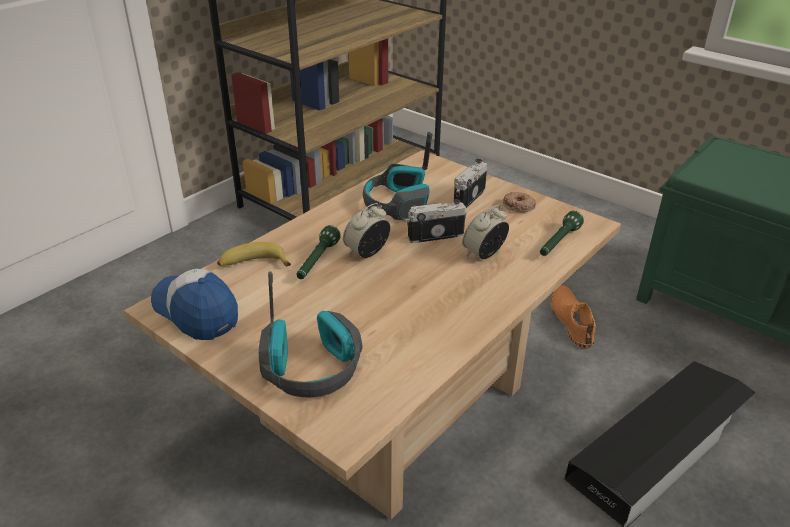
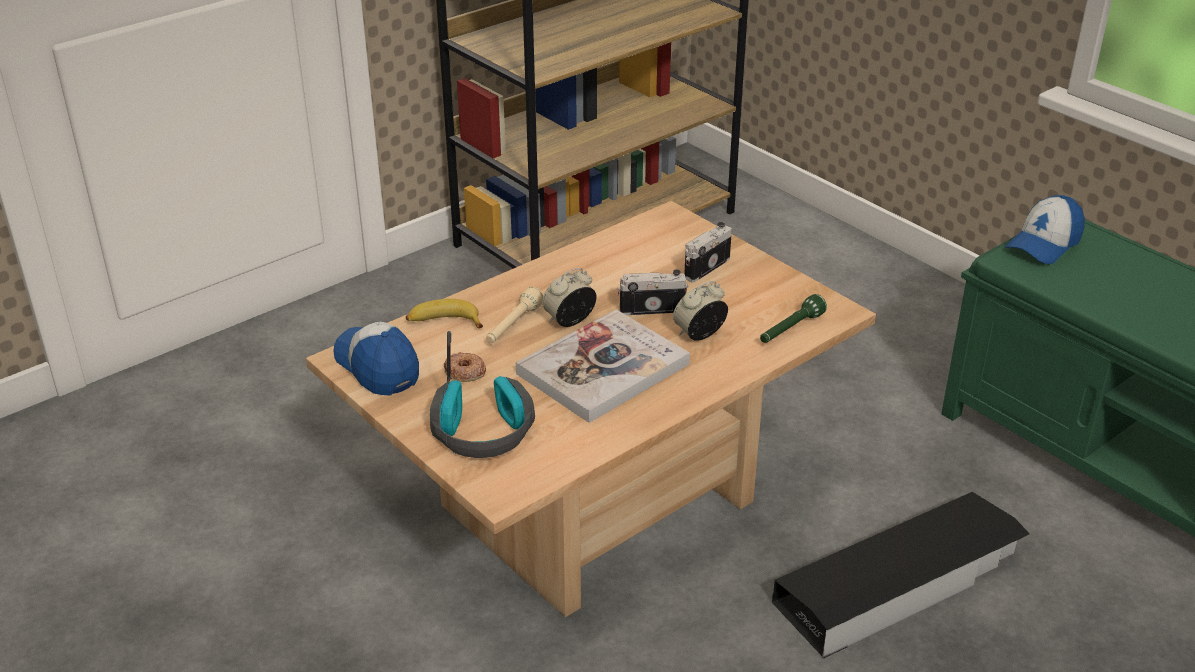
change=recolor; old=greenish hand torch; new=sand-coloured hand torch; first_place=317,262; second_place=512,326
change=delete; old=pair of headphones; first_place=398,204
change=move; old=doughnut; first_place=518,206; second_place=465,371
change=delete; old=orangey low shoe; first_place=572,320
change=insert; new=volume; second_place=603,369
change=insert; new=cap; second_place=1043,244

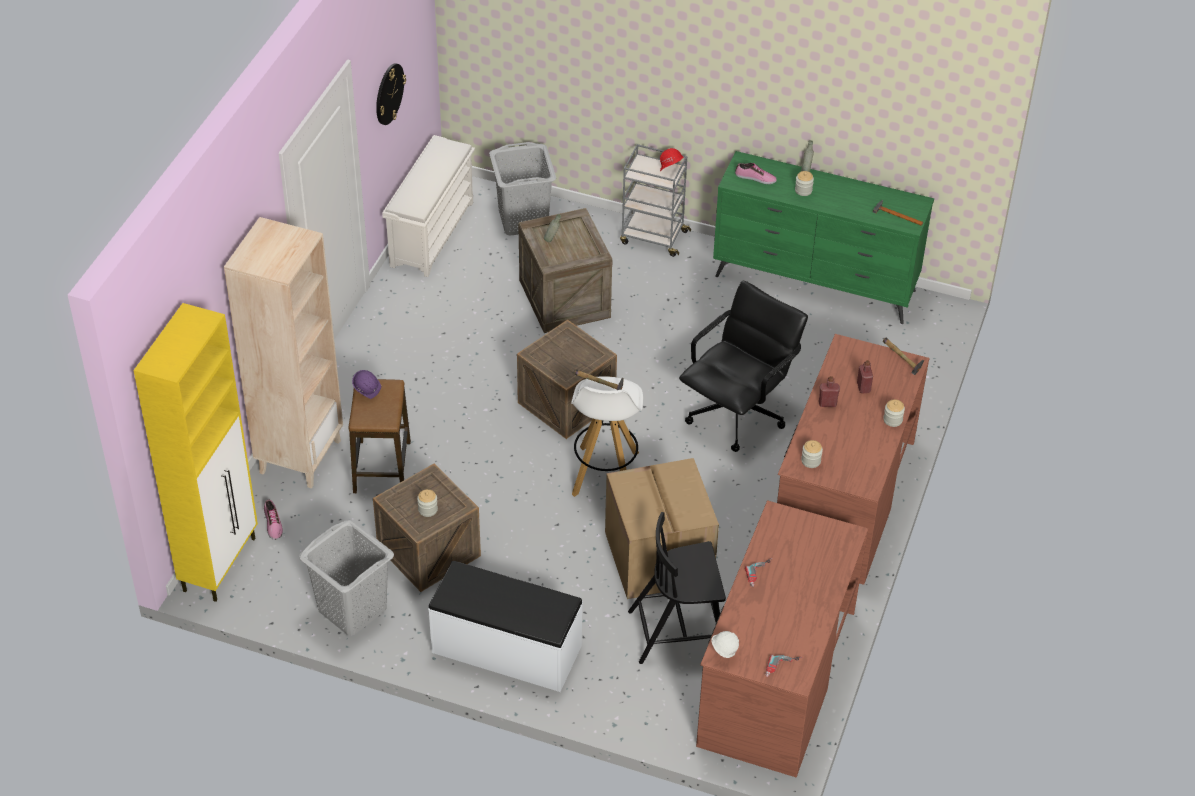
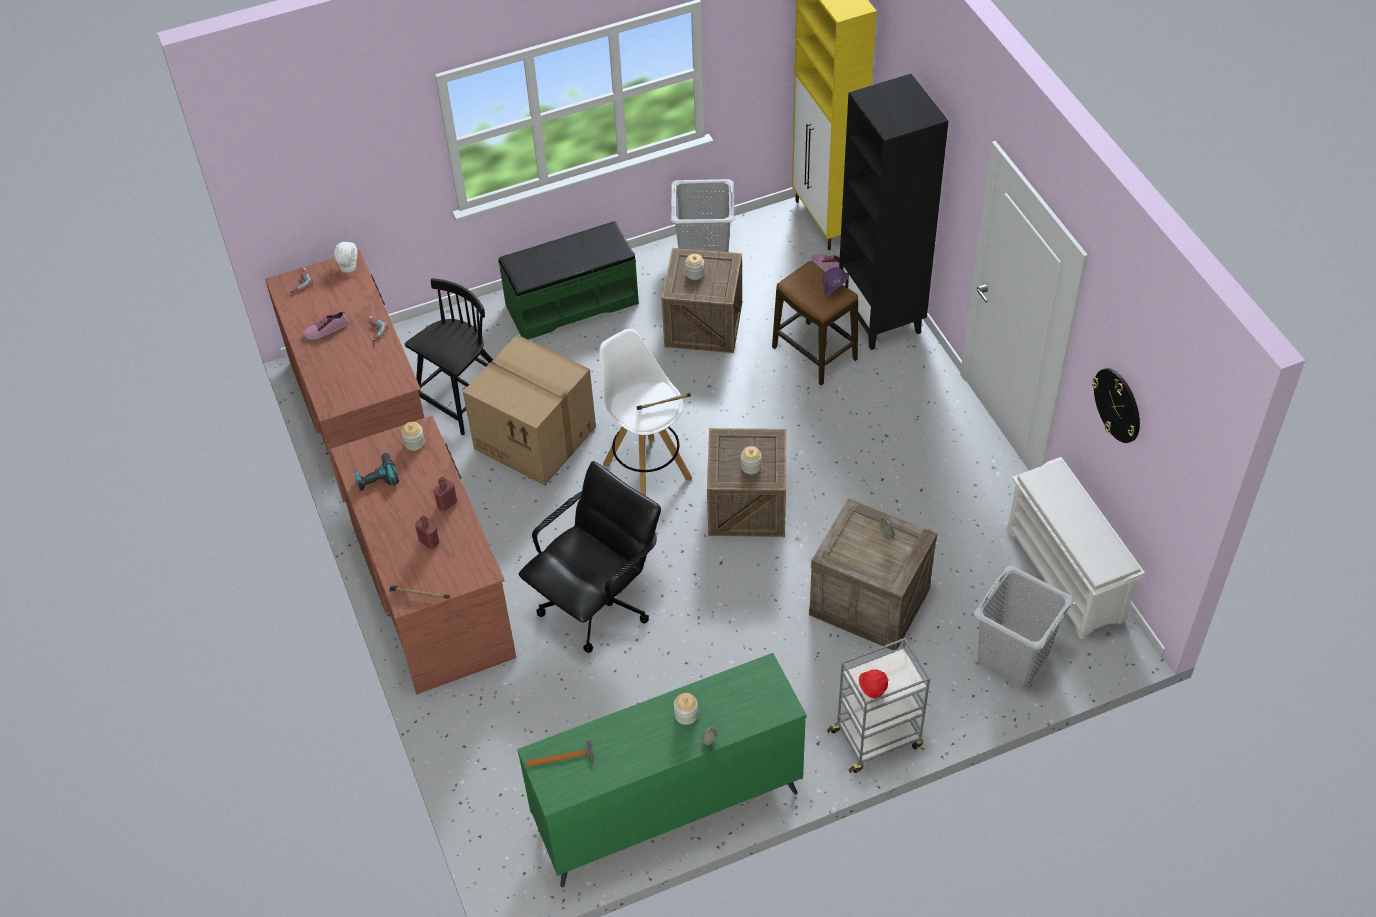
change=recolor; old=sand-coloured bookcase; new=blackish bookcase; first_place=300,456; second_place=881,319
change=recolor; old=whitish long seat; new=greenish long seat; first_place=506,650; second_place=571,303
change=rotate; old=blackish desk chair; first_place=737,414; second_place=597,604; degrees=-135
change=move; old=low shoe; first_place=755,178; second_place=326,329
change=move; old=jar; first_place=892,420; second_place=751,467
change=insert; new=electric drill; second_place=376,476

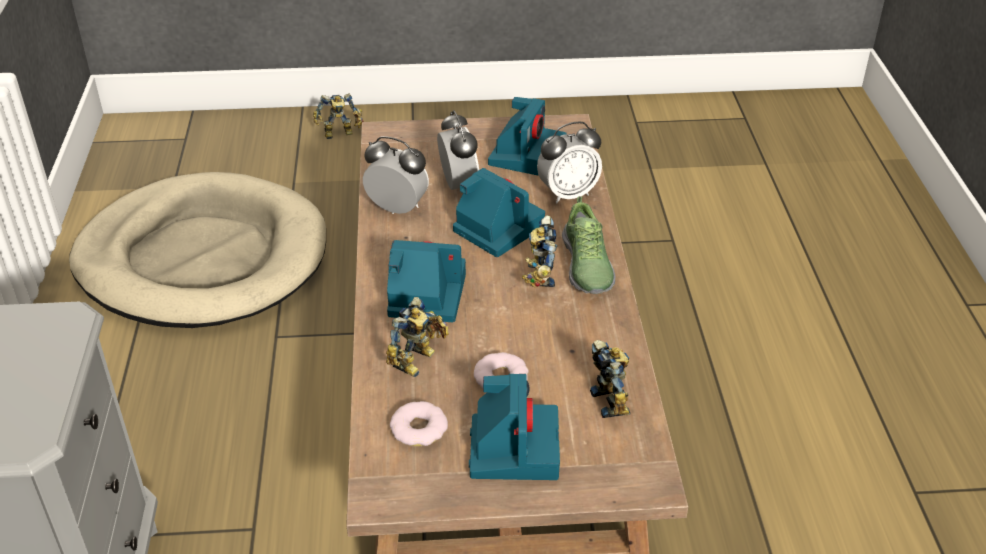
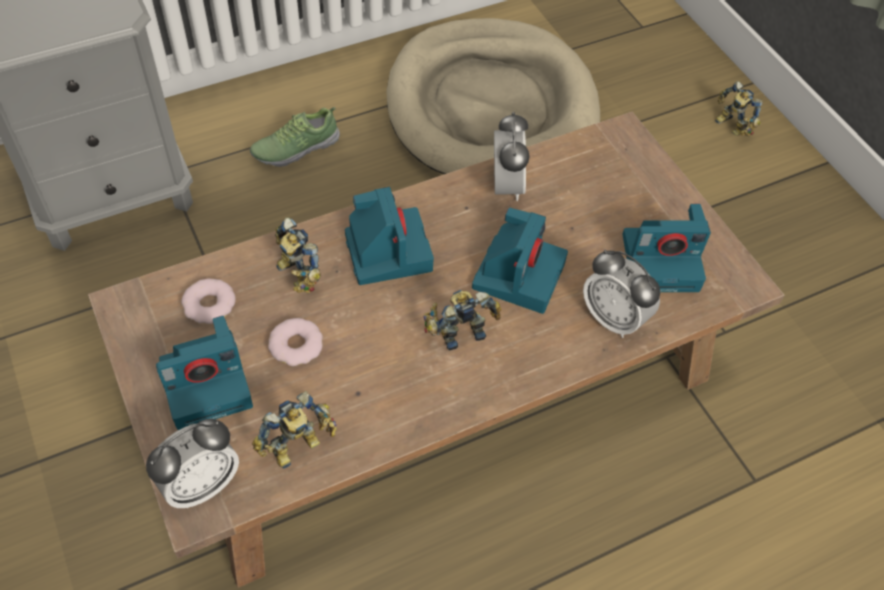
change=rotate; old=toy robot; first_place=418,360; second_place=295,275; degrees=45
change=move; old=table clock; first_place=459,185; second_place=201,484
change=move; old=low shoe; first_place=586,266; second_place=295,148

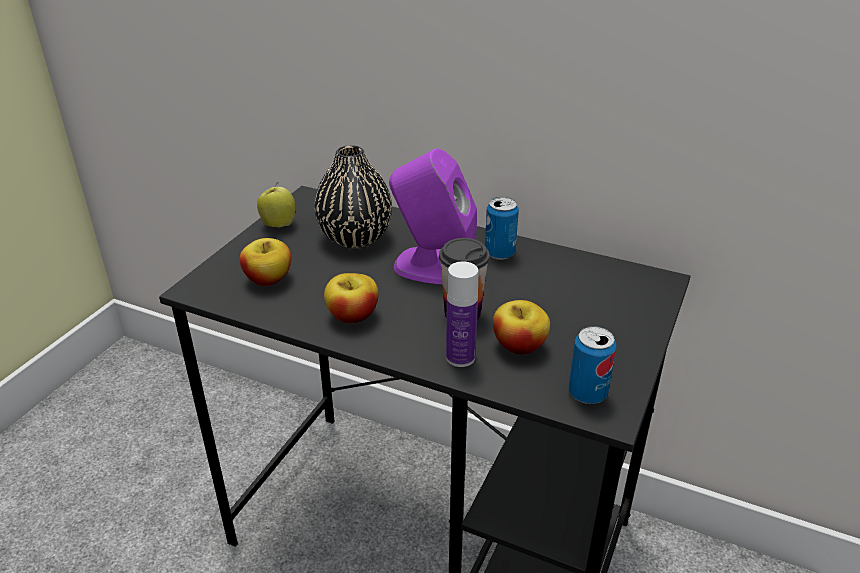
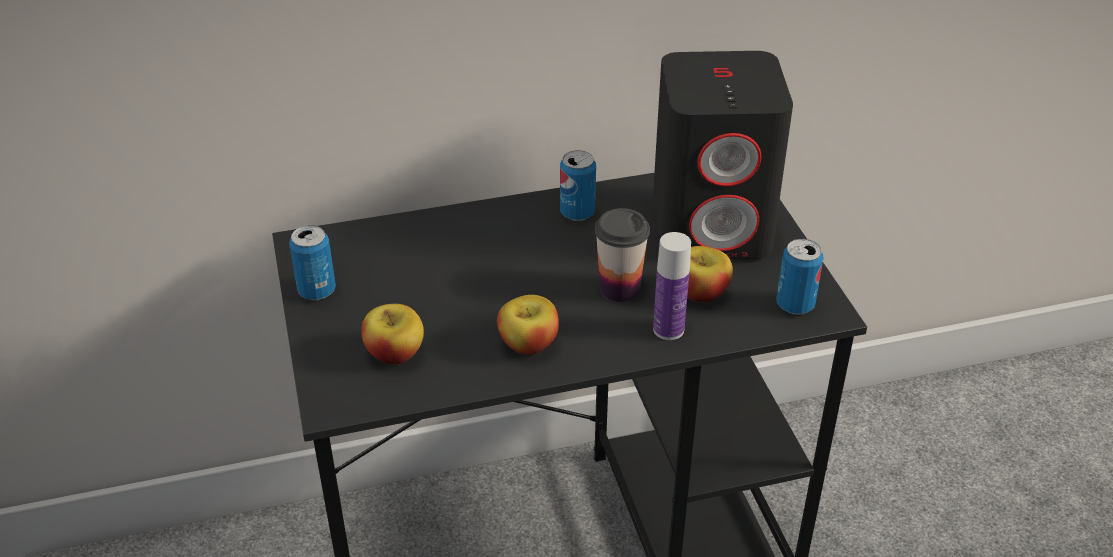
change=replace; old=apple fruit; new=metal can; first_place=278,225; second_place=317,290
change=delete; old=blackish flower vase; first_place=355,237
change=delete; old=purple loudspeaker; first_place=433,266
change=insert; new=blackish loudspeaker; second_place=712,227

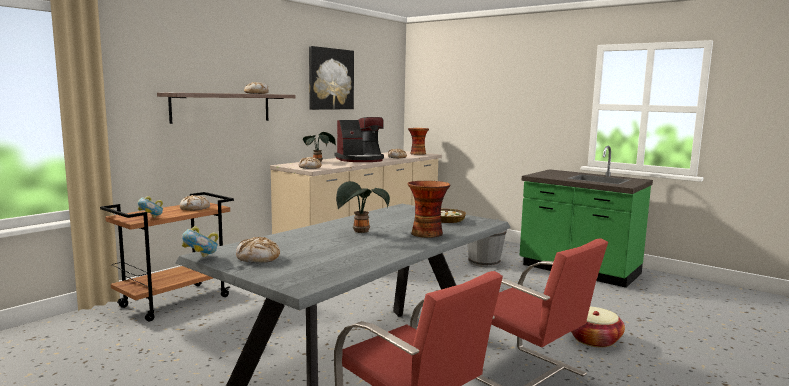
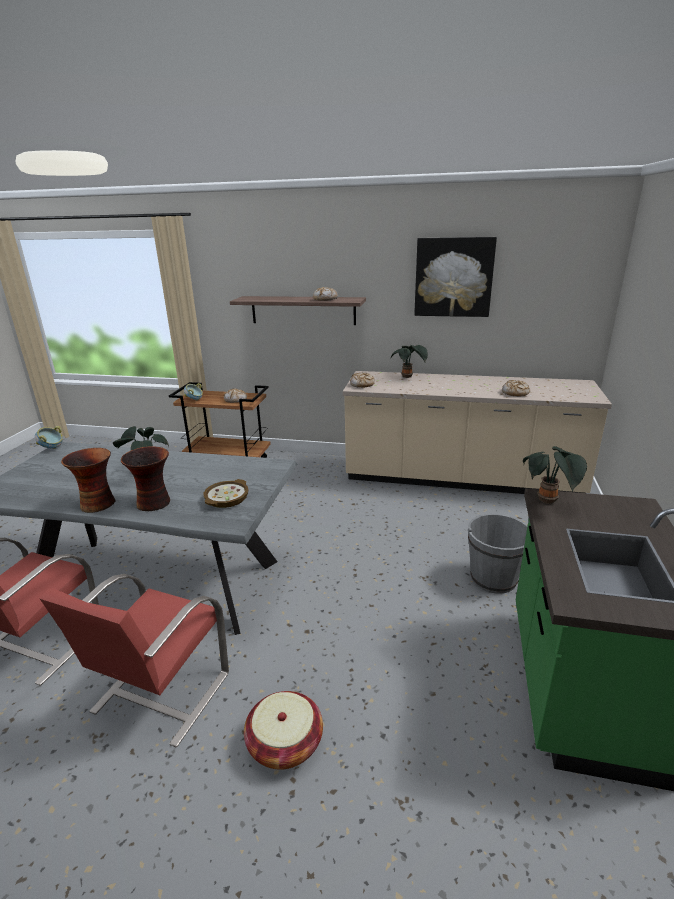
change=delete; old=bakery bread; first_place=258,258
change=delete; old=coffee maker; first_place=360,160
change=move; old=flower vase; first_place=417,154; second_place=98,503
change=insert; new=houseplant; second_place=548,501

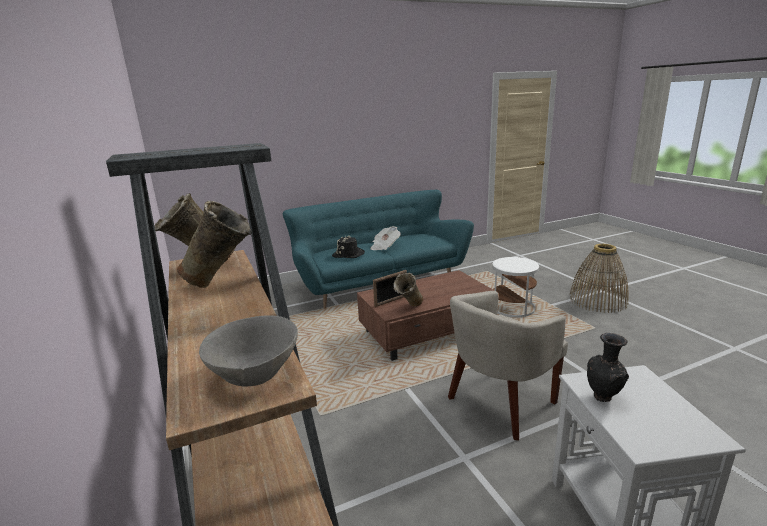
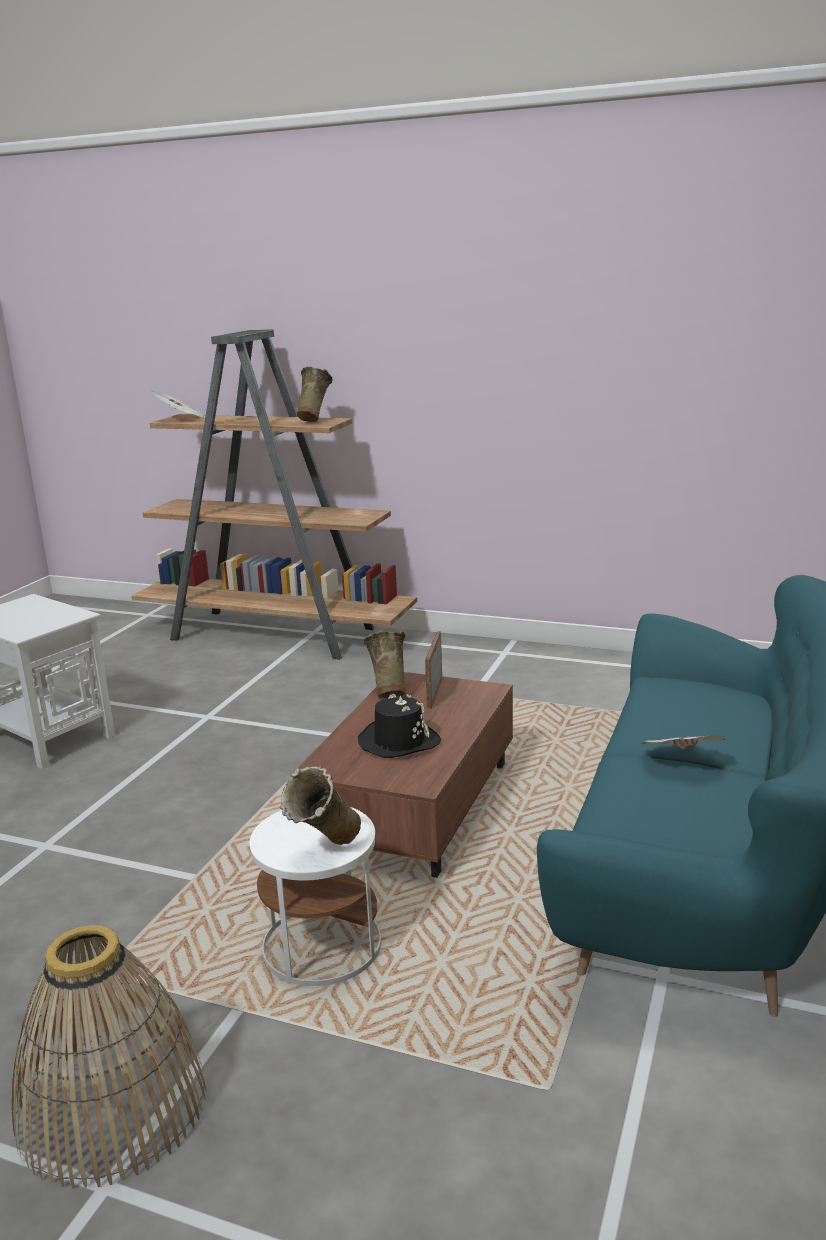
change=move; old=sand-coloured flower vase; first_place=224,283; second_place=324,852
change=replace; old=gray serving bowl; new=daily paper; first_place=254,373; second_place=180,419
change=move; old=blackish wearable hat; first_place=348,254; second_place=398,741
change=delete; old=sand-coloured easy chair; first_place=500,403
change=delete; old=blackish flower vase; first_place=603,398

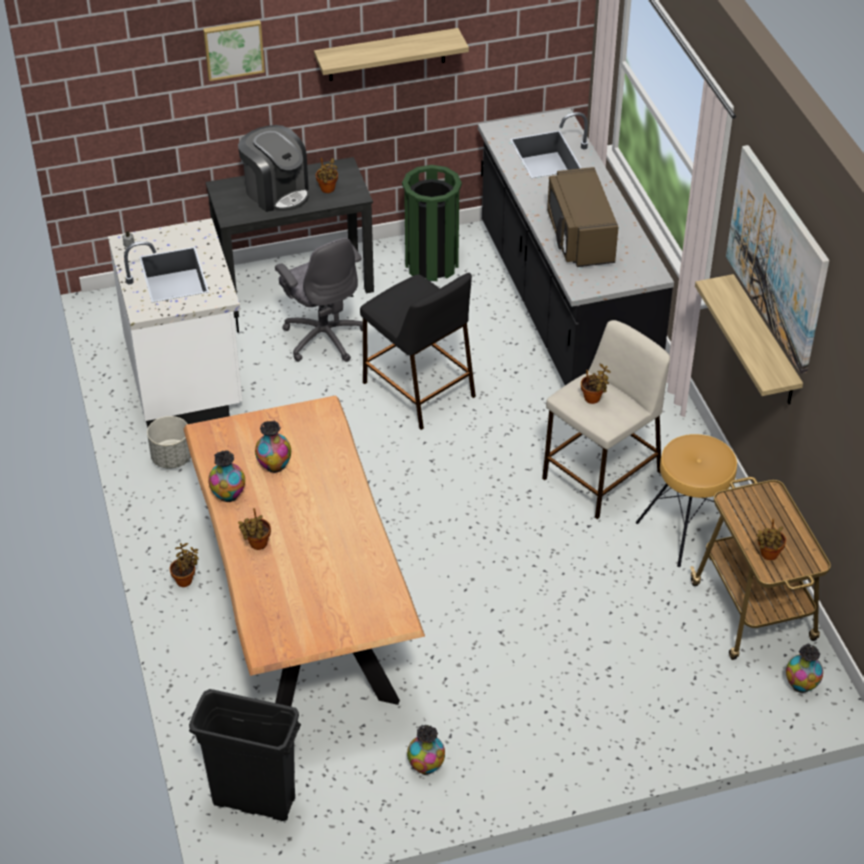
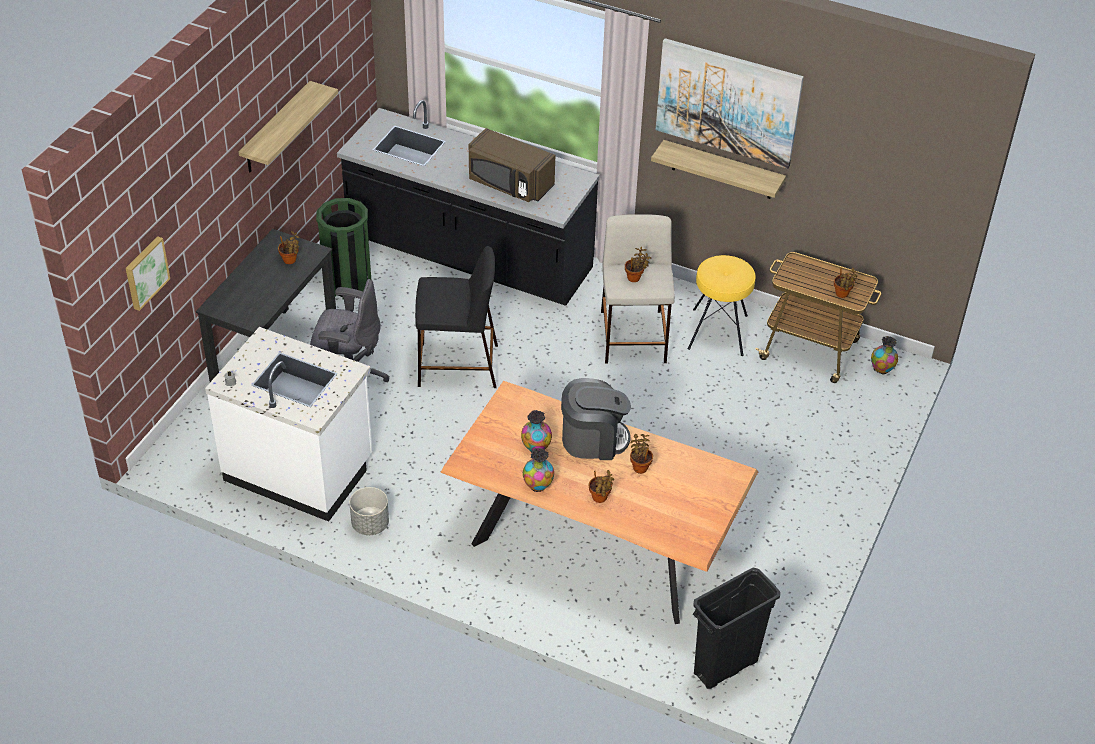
change=move; old=houseplant; first_place=185,580; second_place=640,467
change=move; old=wall picture; first_place=233,48; second_place=145,272
change=move; old=coffee maker; first_place=276,192; second_place=593,439
change=delete; old=flower vase; first_place=426,766
change=recolor; old=brownish stool seat; new=yellow stool seat; first_place=688,529; second_place=718,332

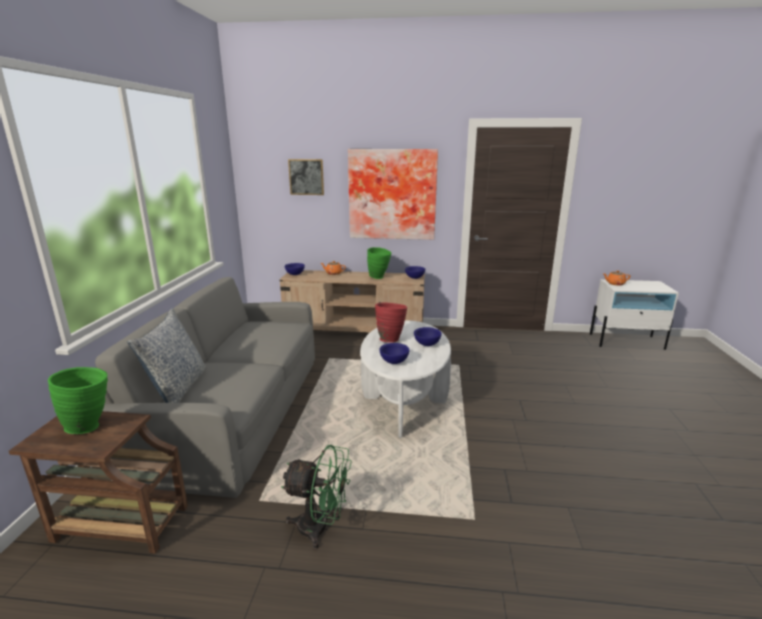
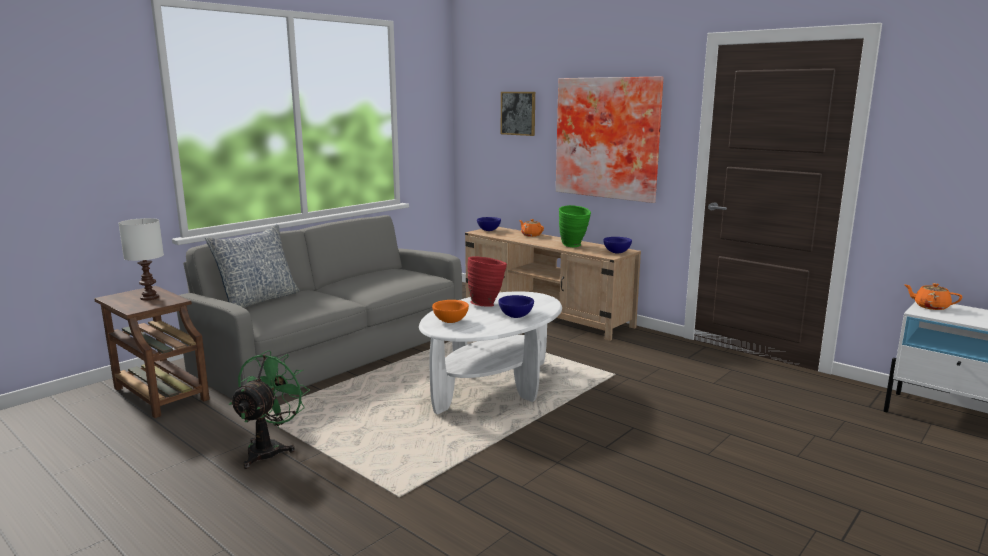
change=replace; old=greenish flower vase; new=whitish lamp for a table; first_place=91,426; second_place=150,297
change=rotate; old=greenish cooling fan; first_place=320,528; second_place=270,449; degrees=-120
change=recolor; old=blue serving bowl; new=orangey serving bowl; first_place=393,362; second_place=450,321

